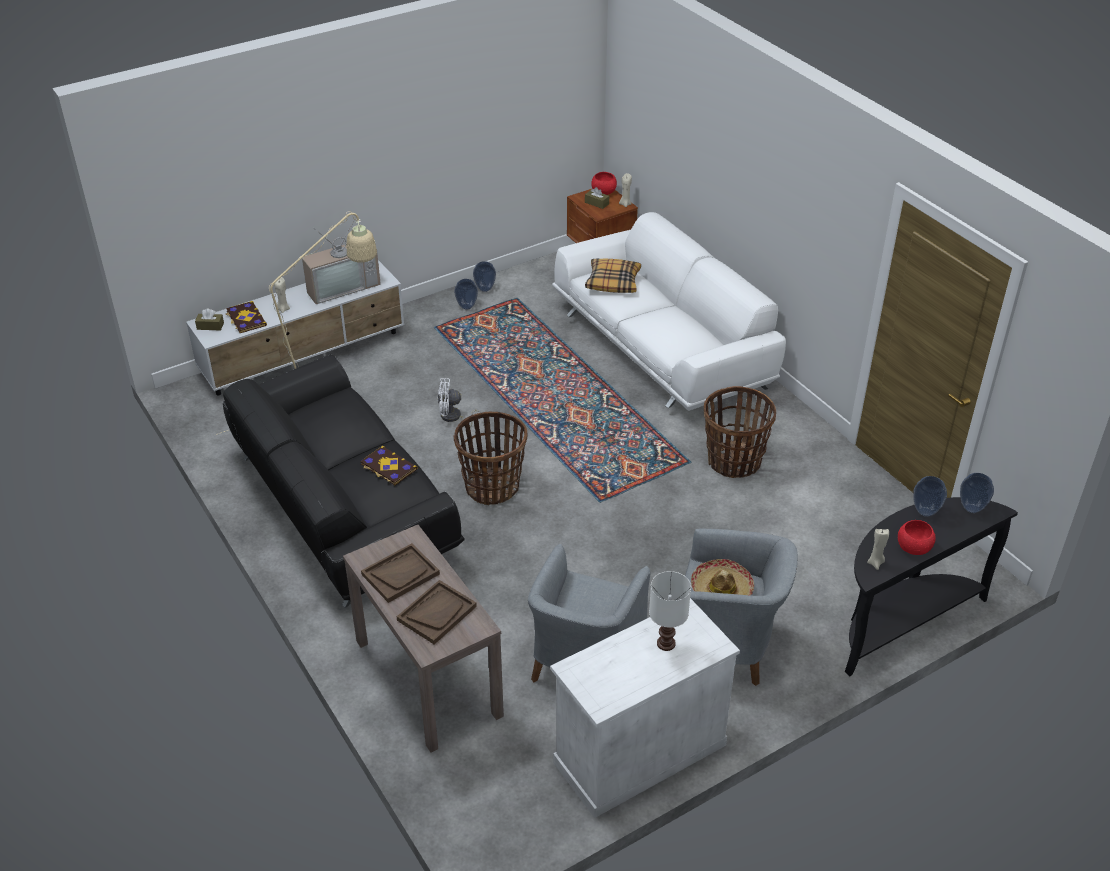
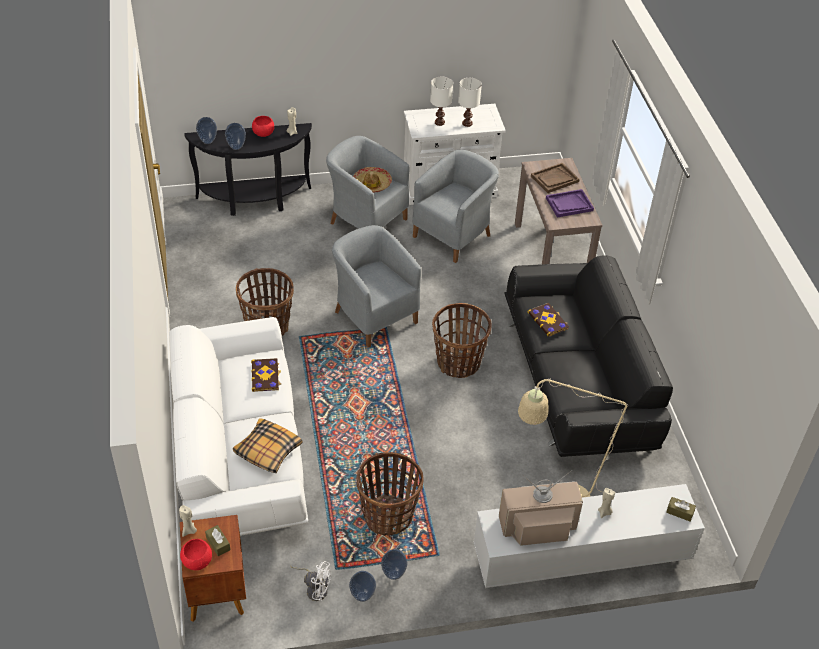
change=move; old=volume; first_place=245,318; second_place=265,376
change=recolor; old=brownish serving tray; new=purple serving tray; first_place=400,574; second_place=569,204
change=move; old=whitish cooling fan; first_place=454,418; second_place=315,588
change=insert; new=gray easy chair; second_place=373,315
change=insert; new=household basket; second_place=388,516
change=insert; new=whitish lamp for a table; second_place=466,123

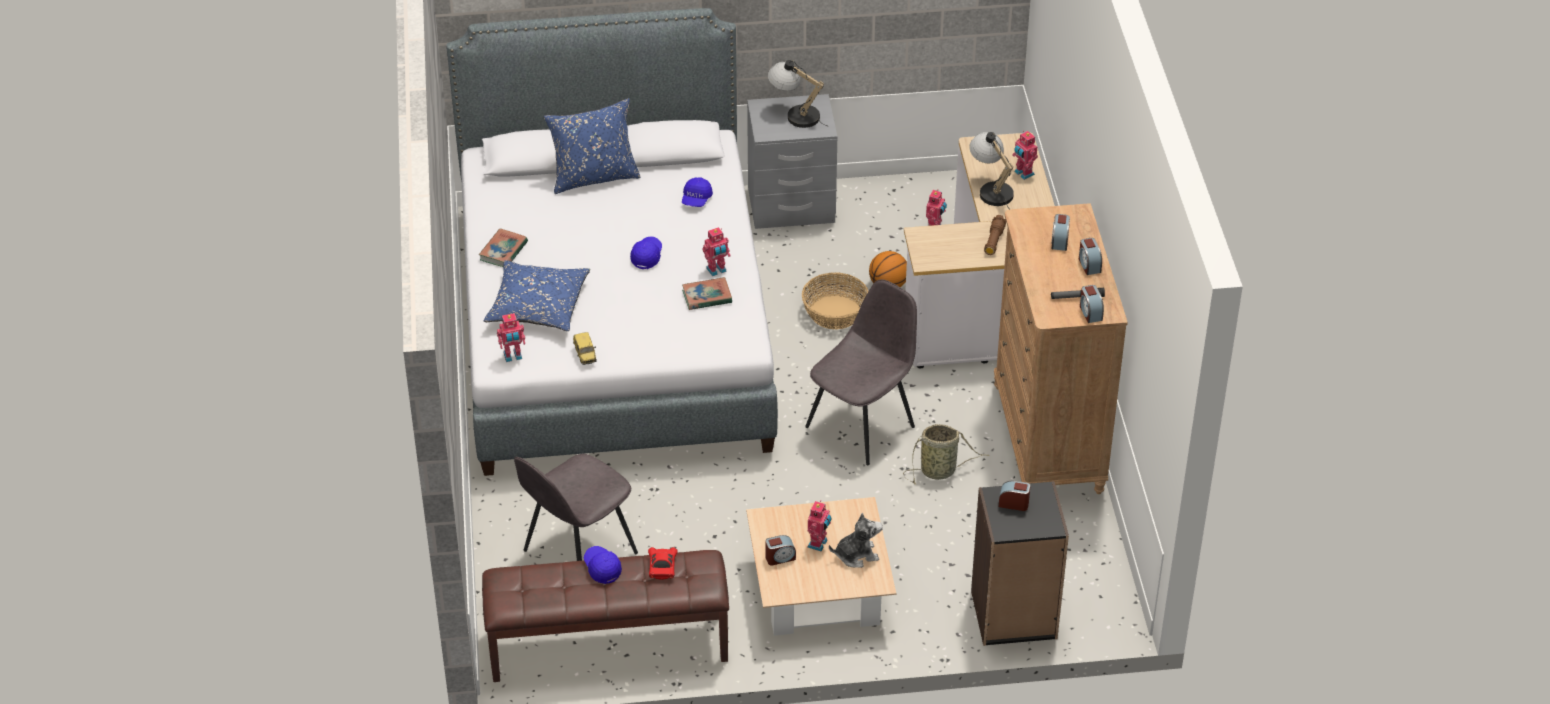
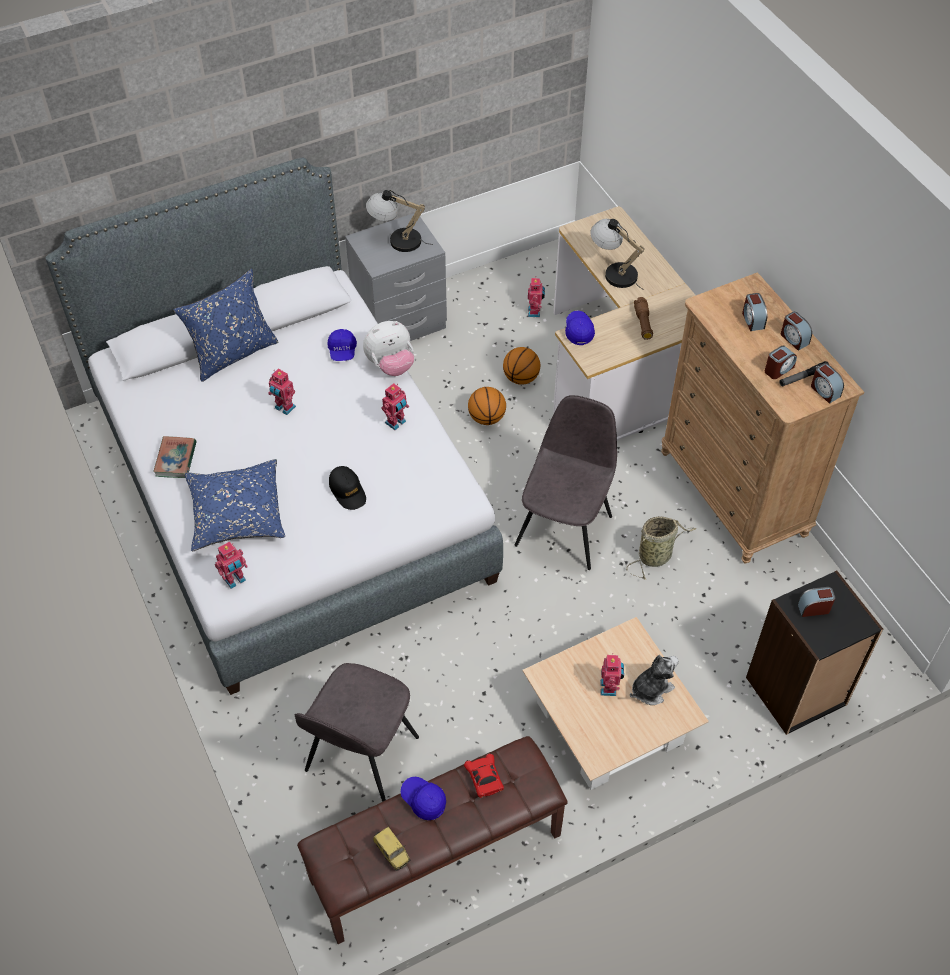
change=move; old=toy car; first_place=586,355; second_place=392,852
change=move; old=blue cap; first_place=647,256; second_place=578,331
change=delete; old=volume; first_place=707,297
change=move; old=table clock; first_place=780,557; second_place=778,369
change=replace; old=household basket; new=basketball; first_place=835,312; second_place=487,418
change=move; old=toy robot; first_place=1023,173; second_place=284,408
change=insert; new=blackish cap; second_place=348,491
change=insert; new=cuddly toy; second_place=390,365

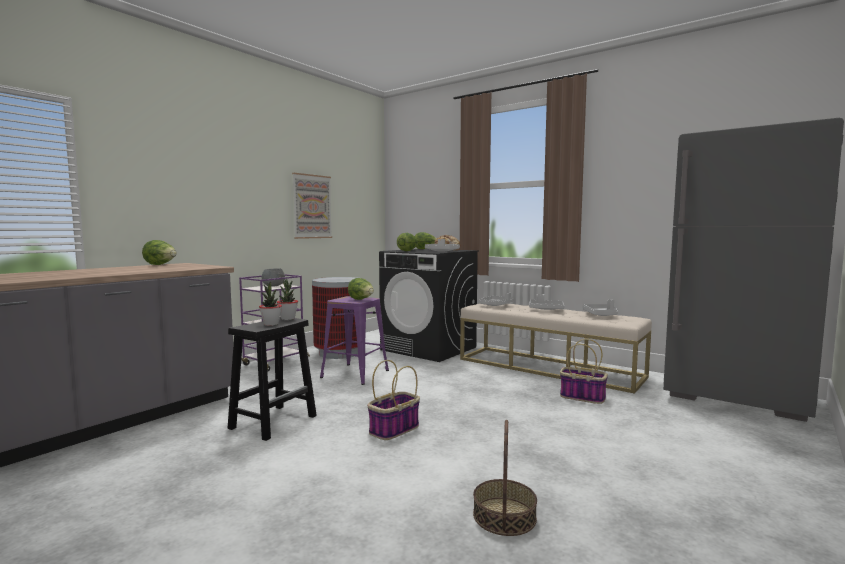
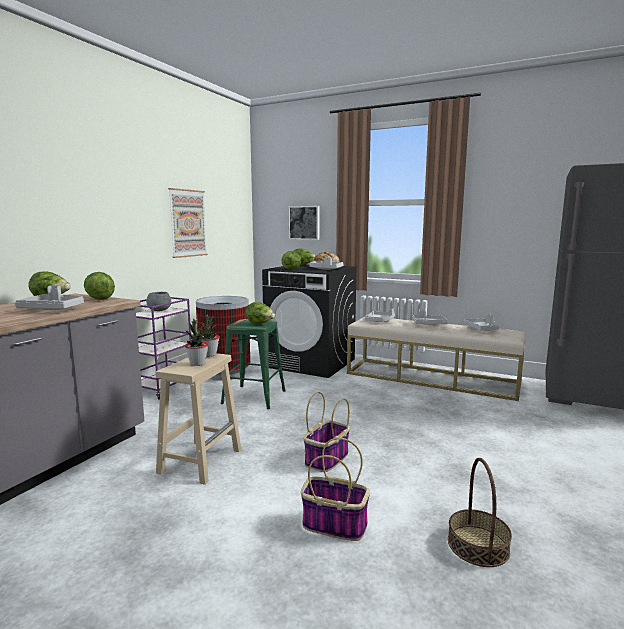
change=recolor; old=blackish stool seat; new=sand-coloured stool seat; first_place=274,421; second_place=201,460
change=recolor; old=purple stool seat; new=greenish stool seat; first_place=354,374; second_place=253,397
change=move; old=household basket; first_place=581,397; second_place=333,525
change=insert; new=gray serving tray; second_place=53,309
change=insert; new=head of lettuce; second_place=100,299
change=insert; new=wall picture; second_place=304,222

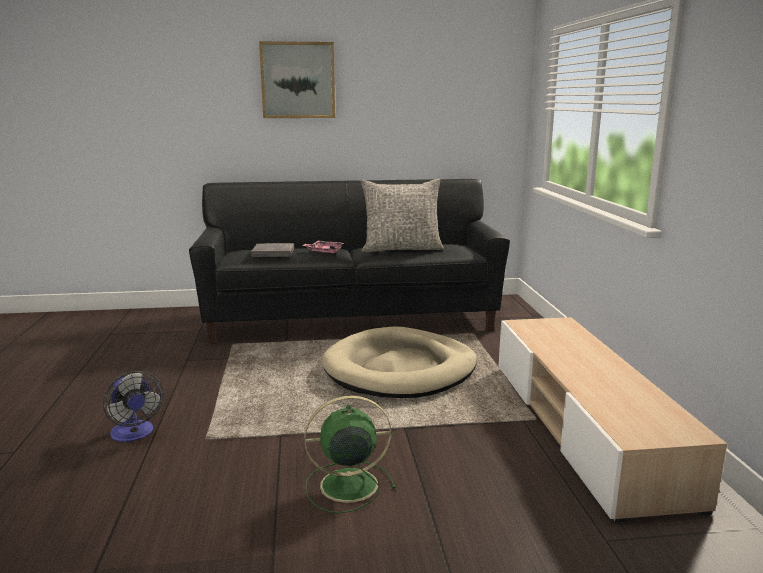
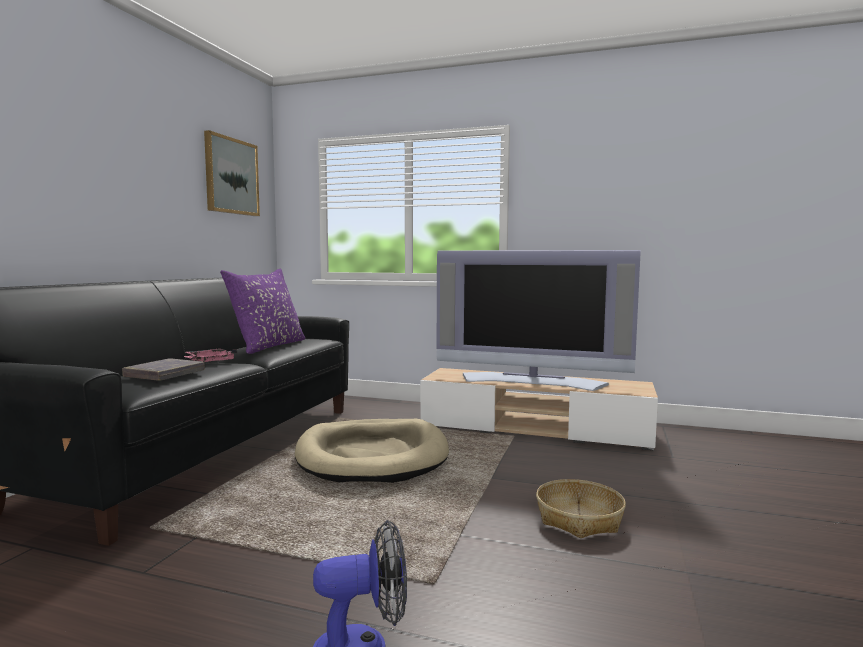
change=move; old=wall picture; first_place=298,80; second_place=231,176
change=replace; old=greenish cooling fan; new=household basket; first_place=346,485; second_place=579,519
change=recolor; old=gray pillow; new=purple pillow; first_place=401,249; second_place=268,346
change=insert; new=TV set; second_place=532,381

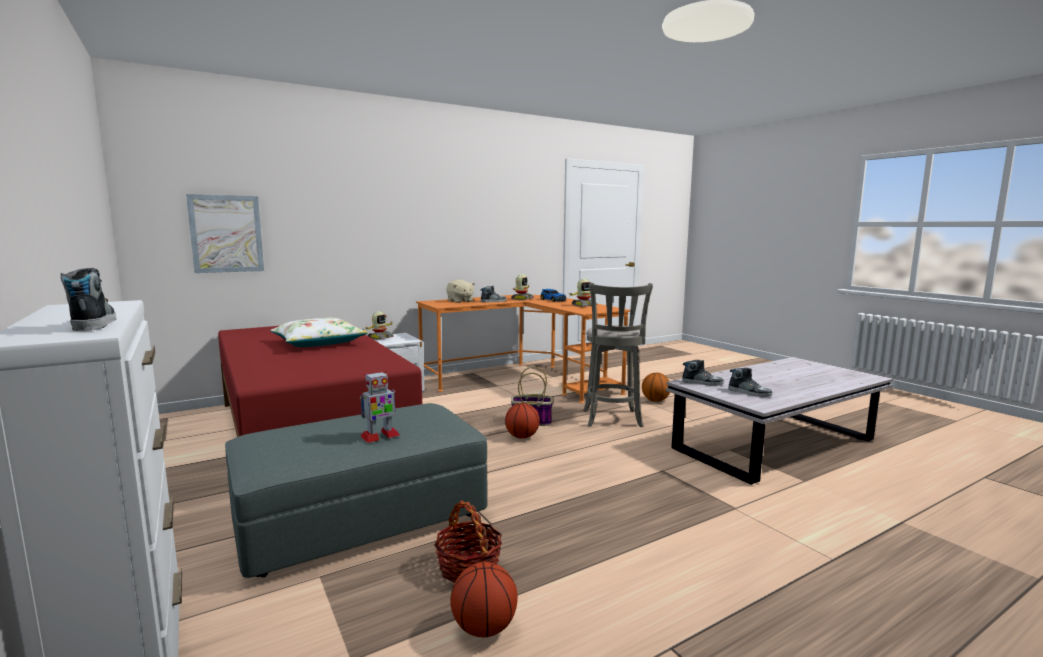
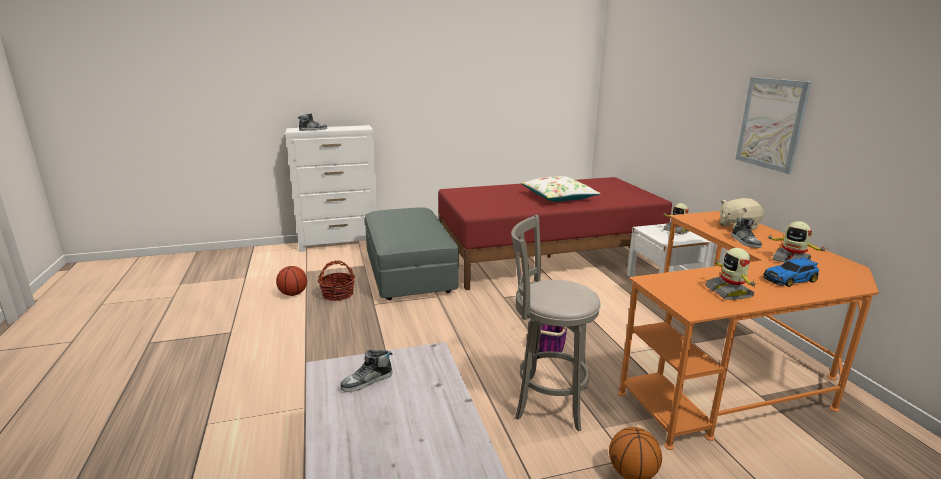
change=move; old=wall picture; first_place=226,234; second_place=771,124
change=delete; old=toy robot; first_place=379,436
change=delete; old=basketball; first_place=522,437
change=delete; old=low shoe; first_place=702,383

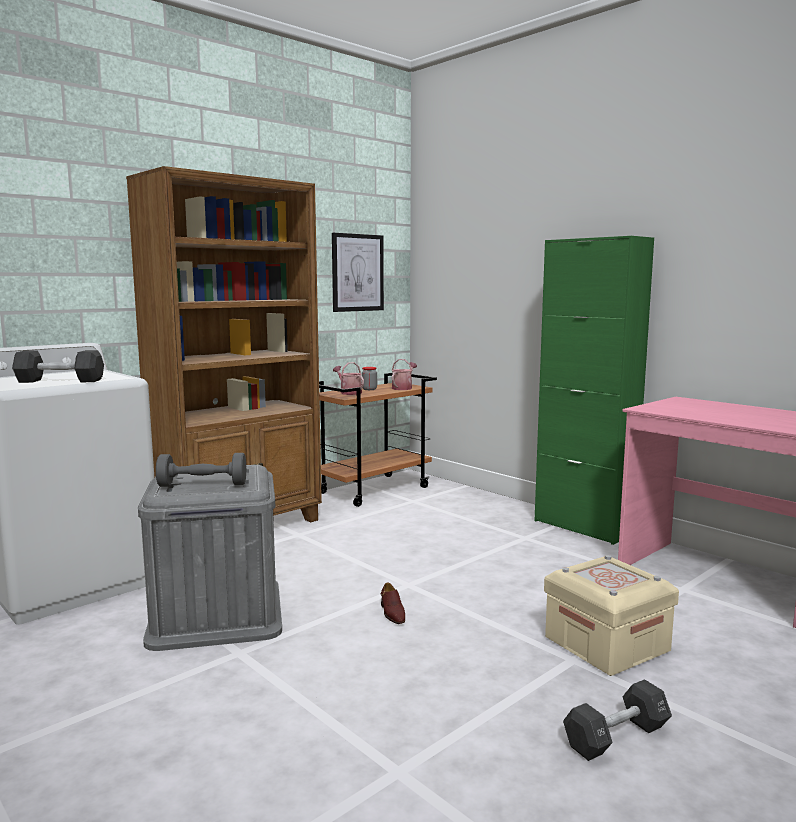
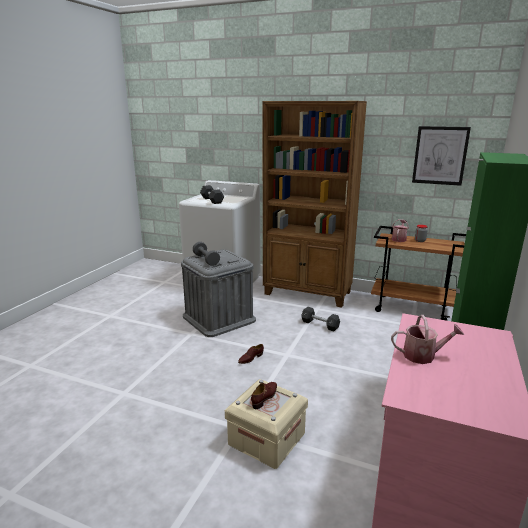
change=move; old=sprinkling can; first_place=403,388; second_place=423,355
change=move; old=blackish dumbbell; first_place=616,737; second_place=320,325
change=insert; new=brownish low shoe; second_place=265,397

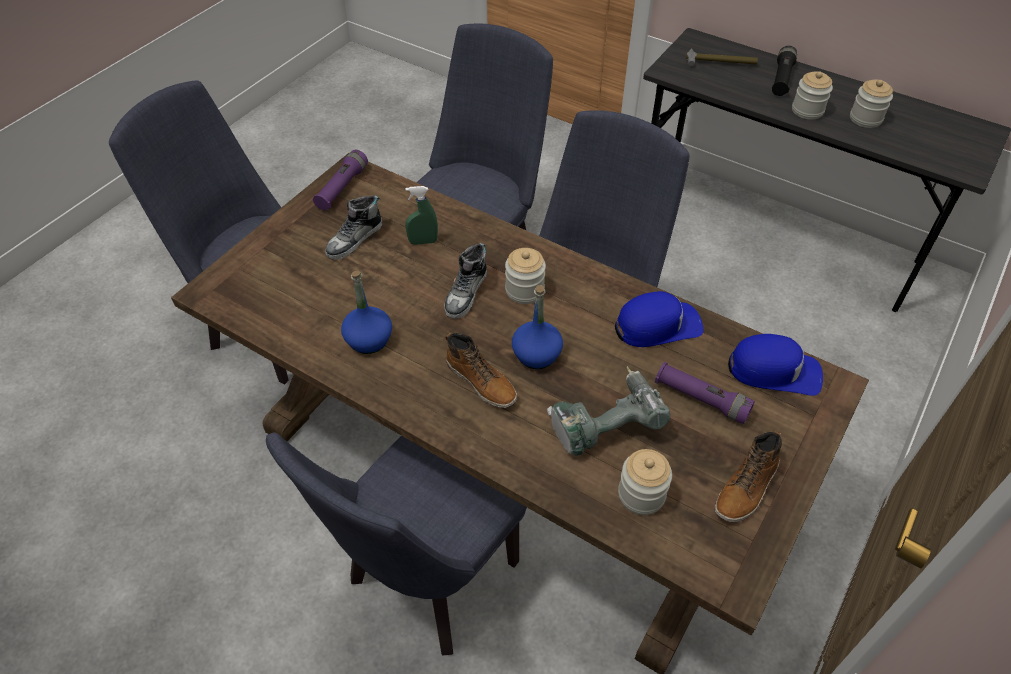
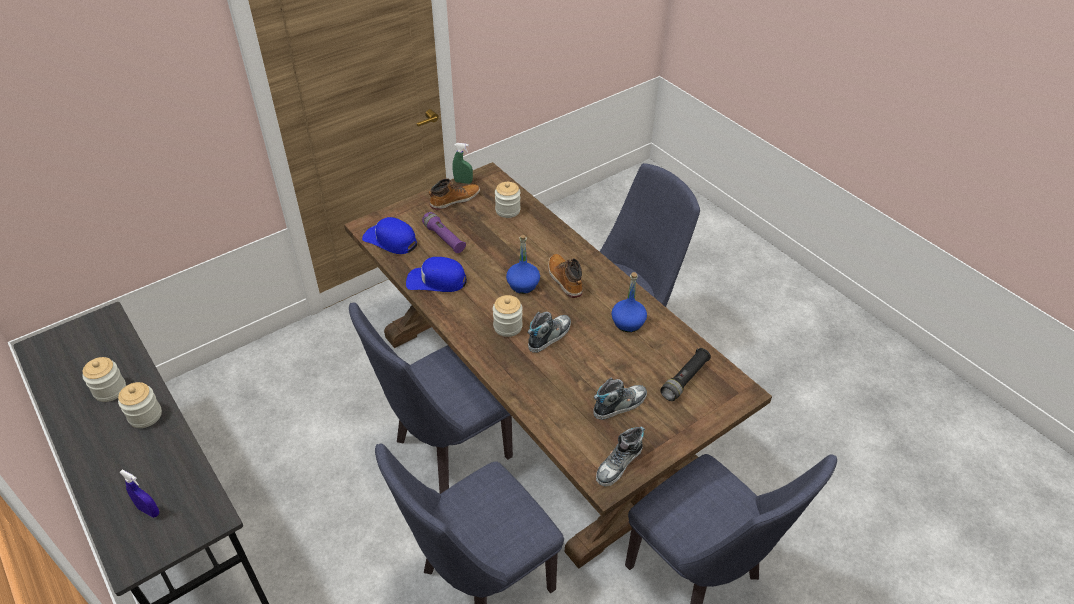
change=replace; old=purple hand torch; new=low shoe; first_place=342,188; second_place=619,464
change=move; old=greenish sprayer; first_place=423,241; second_place=463,182
change=delete; old=electric drill; first_place=604,422
change=replace; old=tool hammer; new=blue sprayer; first_place=720,63; second_place=149,511
change=move; old=blackish hand torch; first_place=781,79; second_place=685,379

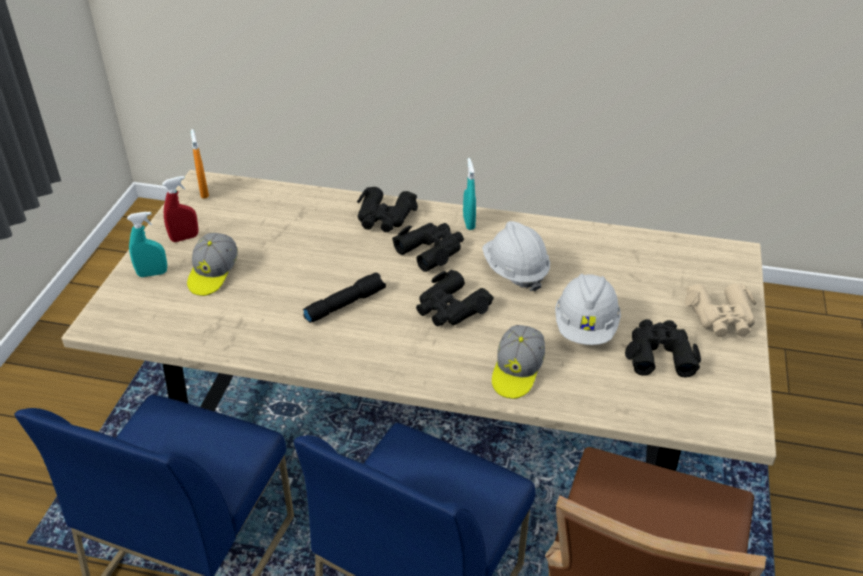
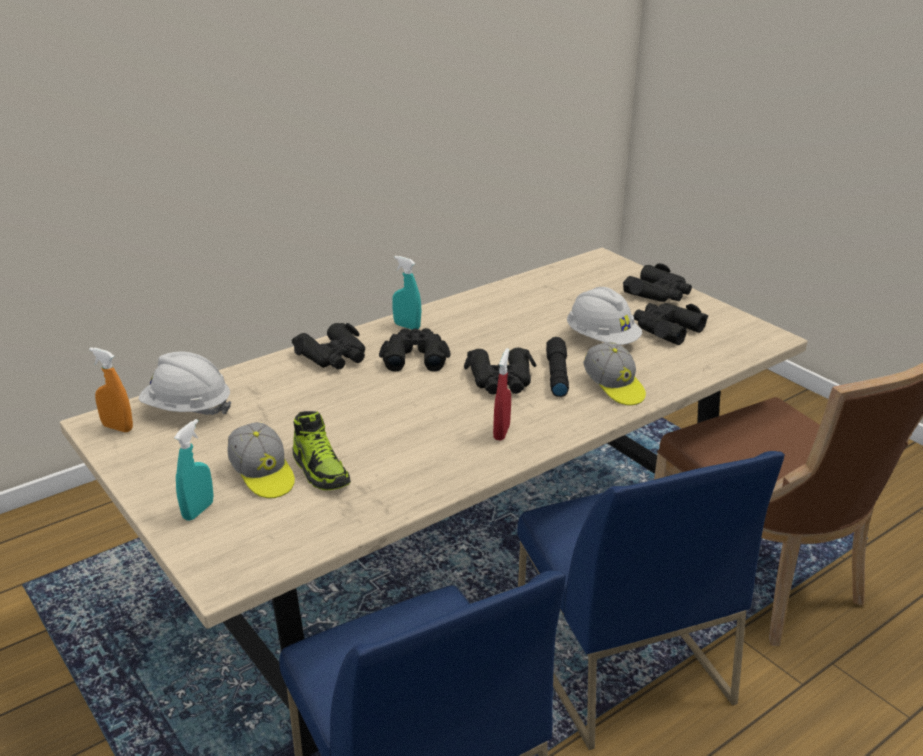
change=move; old=red-coloured sprayer; first_place=184,238; second_place=501,432
change=move; old=blackish hand torch; first_place=345,304; second_place=556,374
change=move; old=whitish safety helmet; first_place=515,271; second_place=187,409
change=recolor; old=sand-coloured binoculars; new=blackish binoculars; first_place=721,317; second_place=658,293
change=insert; new=low shoe; second_place=320,470

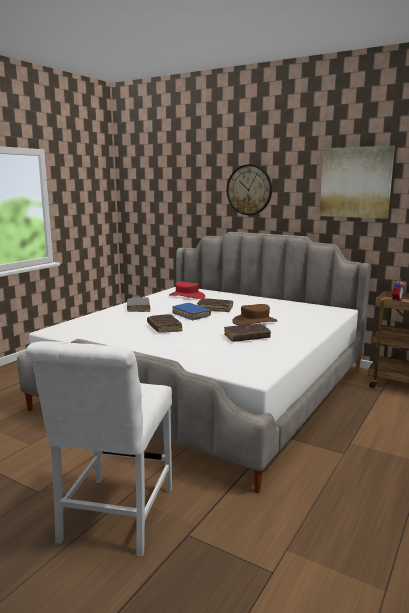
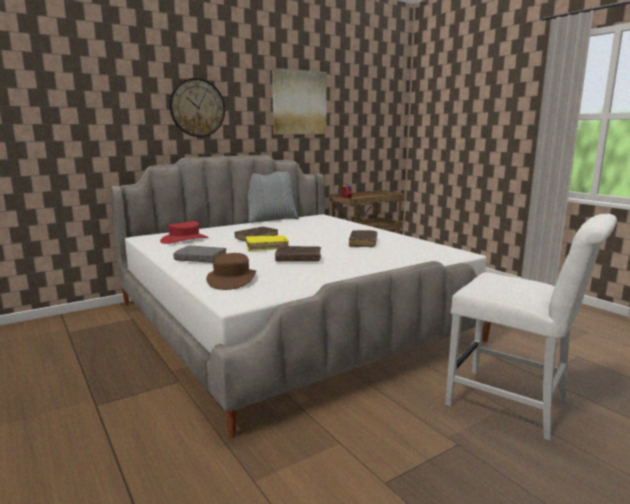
change=recolor; old=blue volume; new=yellow volume; first_place=191,315; second_place=266,247
change=move; old=brownish wearable hat; first_place=254,321; second_place=232,279
change=insert; new=pillow; second_place=271,219

